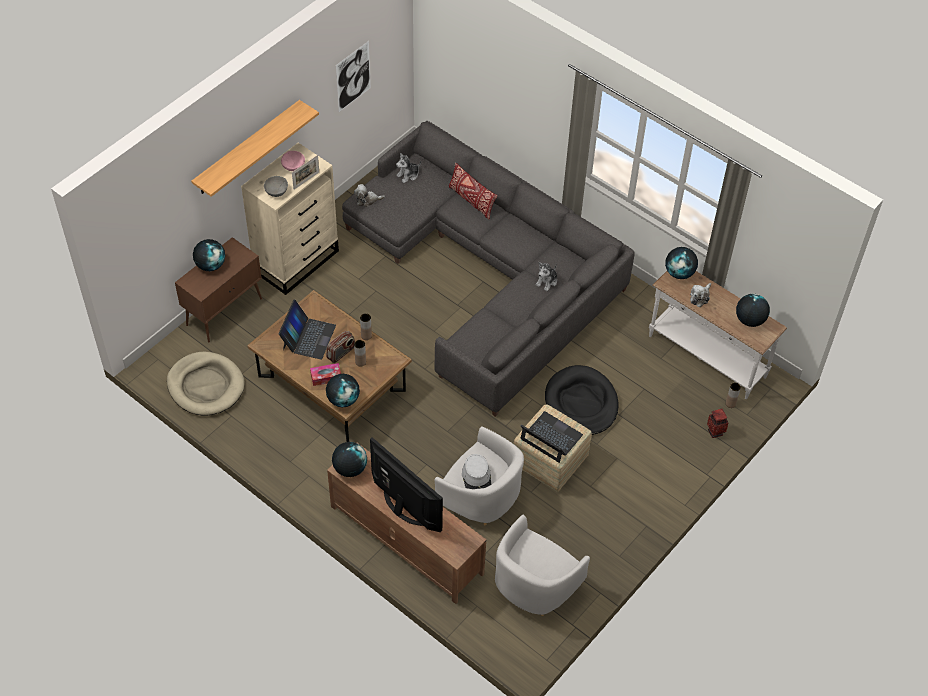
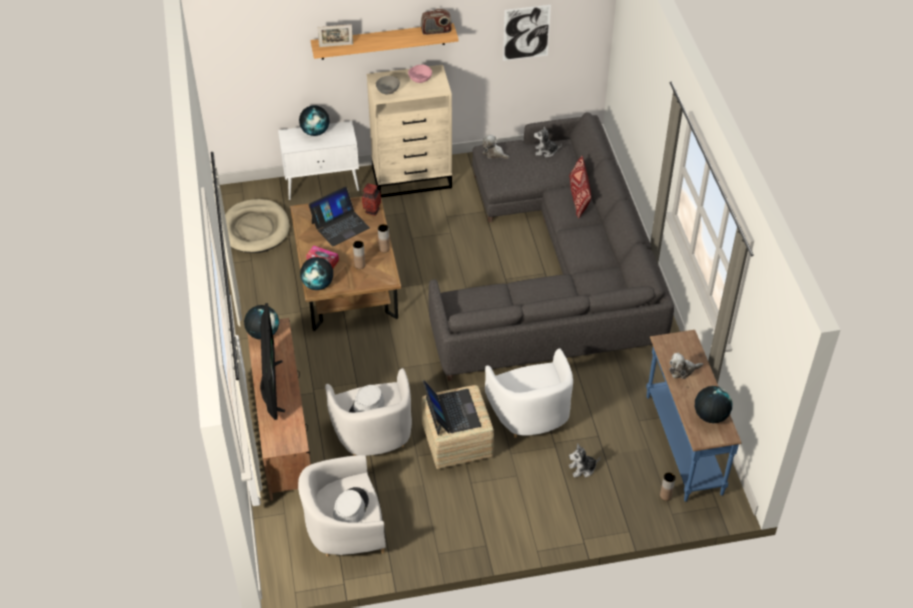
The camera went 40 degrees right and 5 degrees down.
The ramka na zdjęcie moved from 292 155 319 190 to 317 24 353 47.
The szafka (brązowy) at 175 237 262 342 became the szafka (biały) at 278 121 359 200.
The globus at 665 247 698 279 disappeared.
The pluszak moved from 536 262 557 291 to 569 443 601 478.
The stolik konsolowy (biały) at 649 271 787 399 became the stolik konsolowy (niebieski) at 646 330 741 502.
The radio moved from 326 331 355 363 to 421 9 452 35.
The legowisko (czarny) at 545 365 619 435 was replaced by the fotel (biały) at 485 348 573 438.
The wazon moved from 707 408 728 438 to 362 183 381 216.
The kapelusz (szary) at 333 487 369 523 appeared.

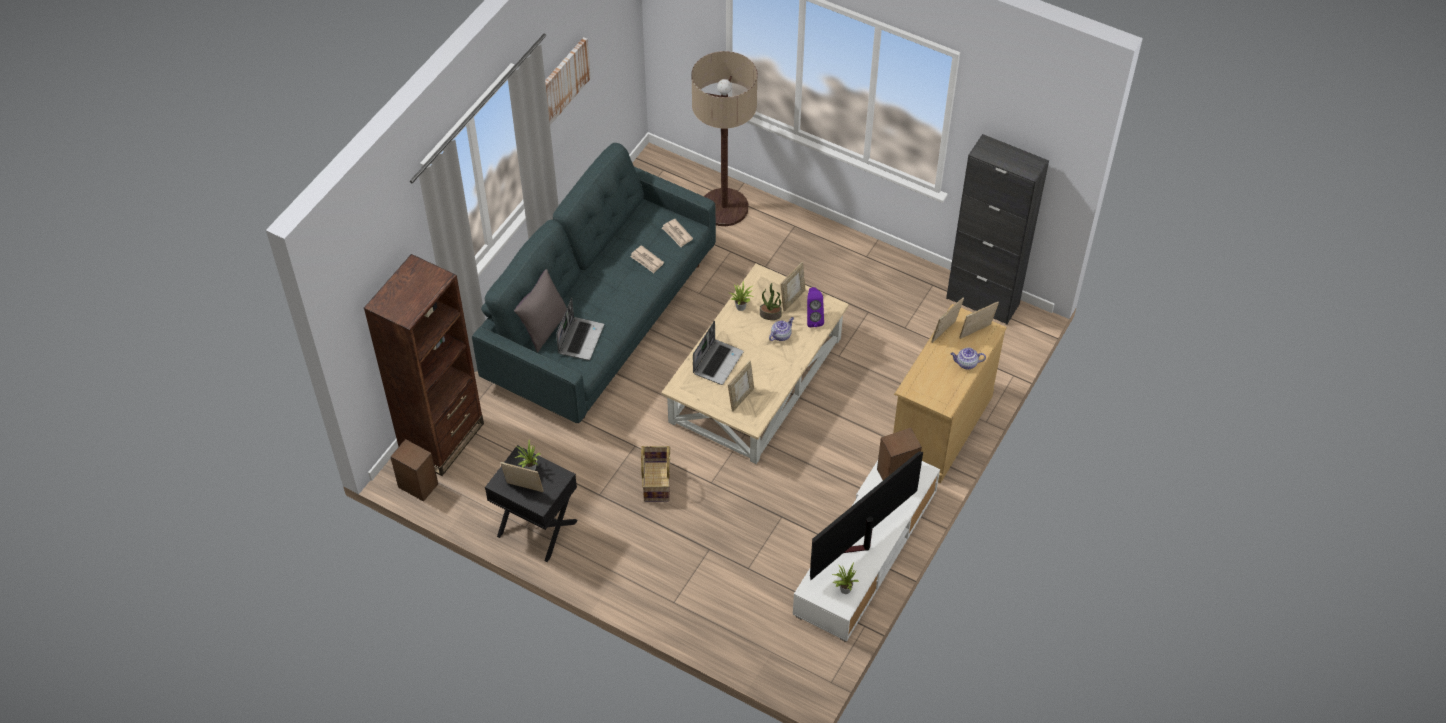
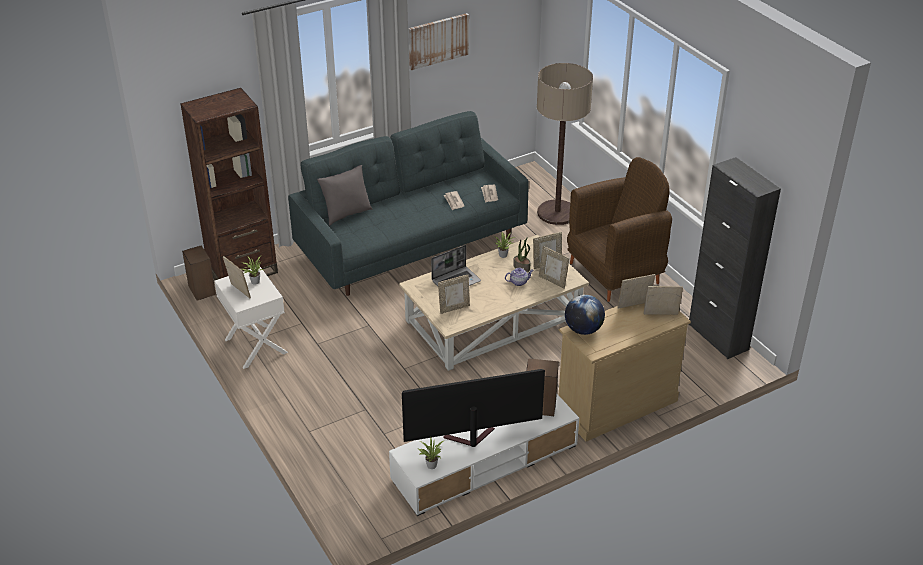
The camera went 30 degrees right and 15 degrees down.
The głośnik (fioletowy) at 807 287 824 327 was replaced by the ramka na zdjęcie at 539 246 569 289.
The laptop at 556 298 604 360 disappeared.
The imbryk at 950 347 986 369 disappeared.
The szafka nocna (czarny) at 485 445 578 562 became the szafka nocna (biały) at 214 267 288 369.
The koszyk at 641 446 670 502 disappeared.
The fotel (brązowy) at 567 157 672 302 appeared.
The globus at 565 295 605 335 appeared.

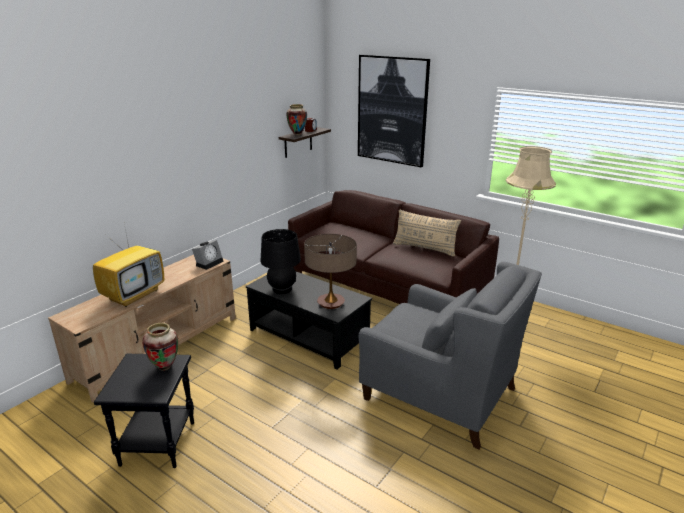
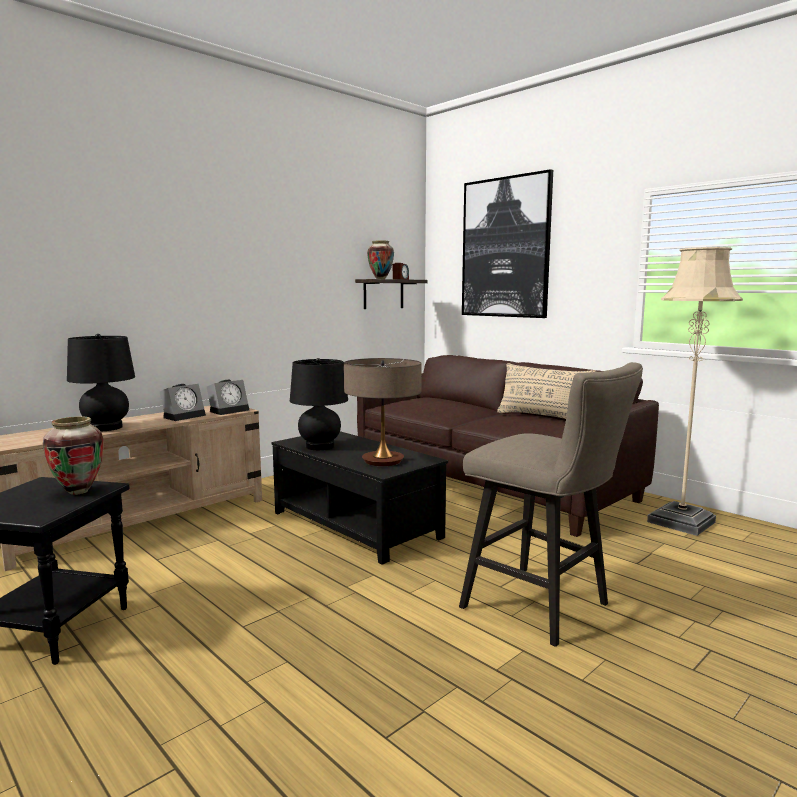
The camera went 10 degrees right and 15 degrees down.
The telewizor at 93 224 164 307 was replaced by the lampa stołowa (czarny) at 67 334 135 431.
The fotel (szary) at 359 262 542 450 was replaced by the stołek (beżowy) at 459 362 643 647.
The budzik at 160 384 206 421 appeared.

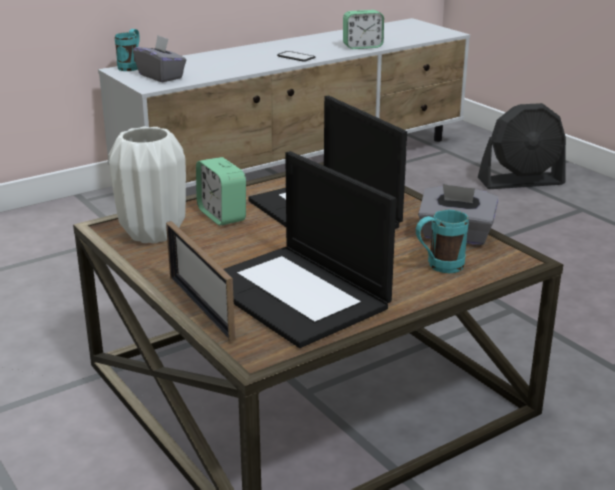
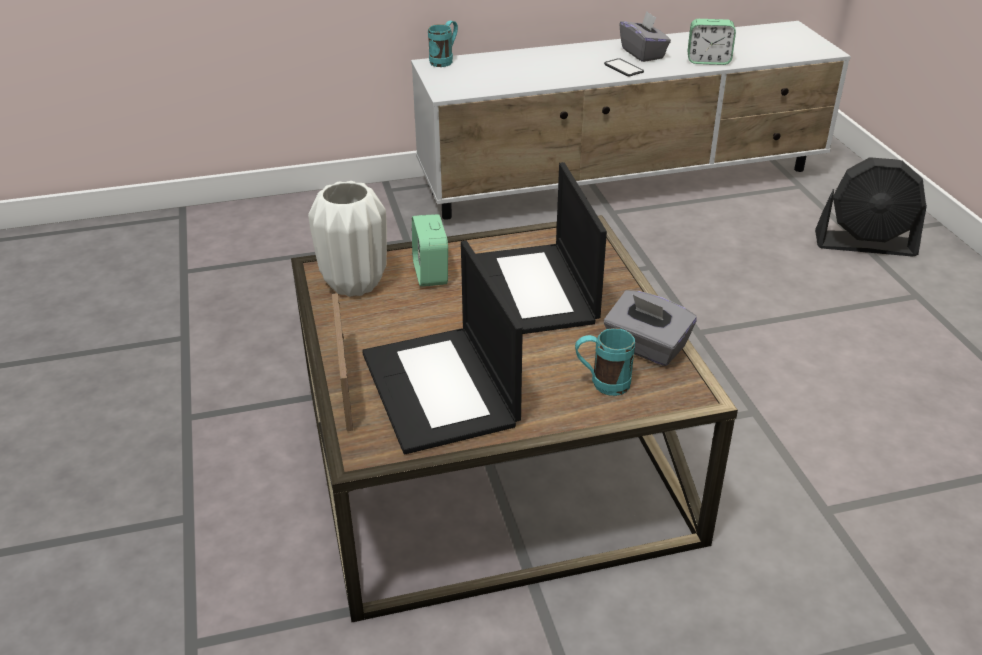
The camera went 20 degrees right and 10 degrees up.
The pudełko chusteczek (szary) moved from 133 35 187 82 to 619 11 671 62.

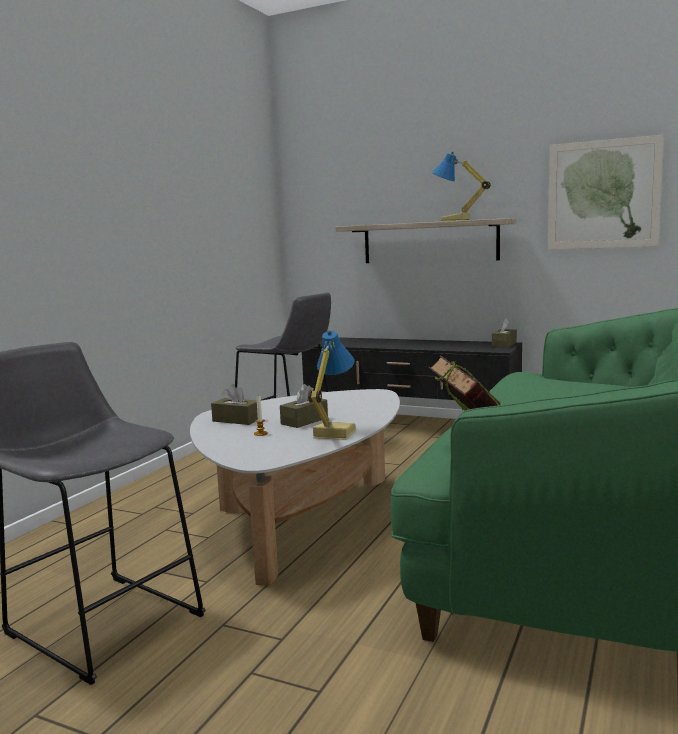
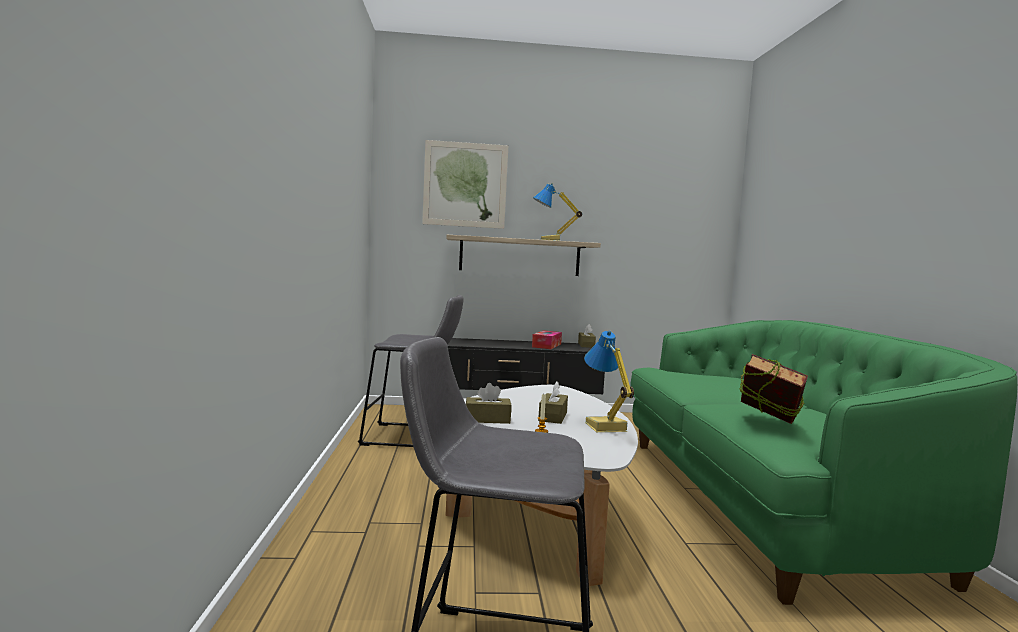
The camera went 30 degrees left and 5 degrees down.
The obraz moved from 548 135 664 250 to 422 140 508 229.
The pudełko chusteczek at 532 330 562 349 appeared.

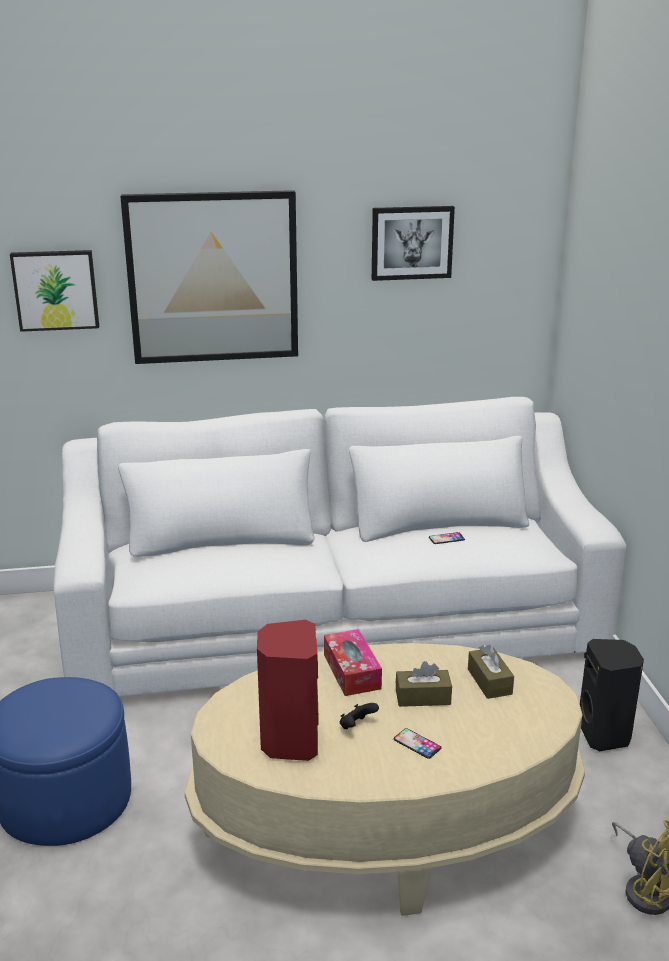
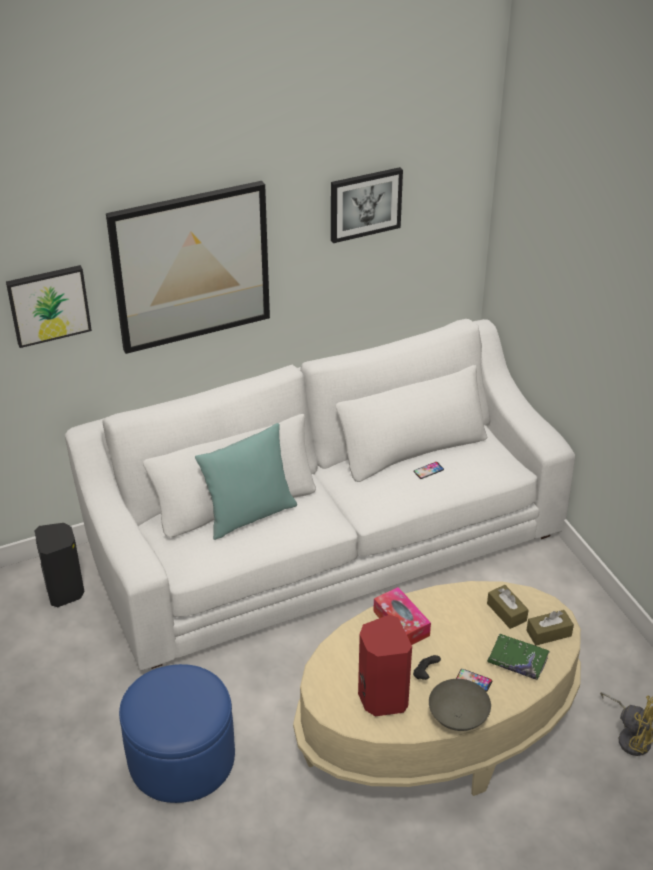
The camera went 15 degrees left and 15 degrees up.
The głośnik (czarny) moved from 580 639 644 751 to 34 523 84 607.
The pudełko chusteczek (brązowy) moved from 396 661 452 707 to 526 610 574 646.
The poduszka (turkusowy) at 195 423 297 540 appeared.
The książka (zielony) at 487 634 550 680 appeared.
The miska (szary) at 429 679 491 731 appeared.

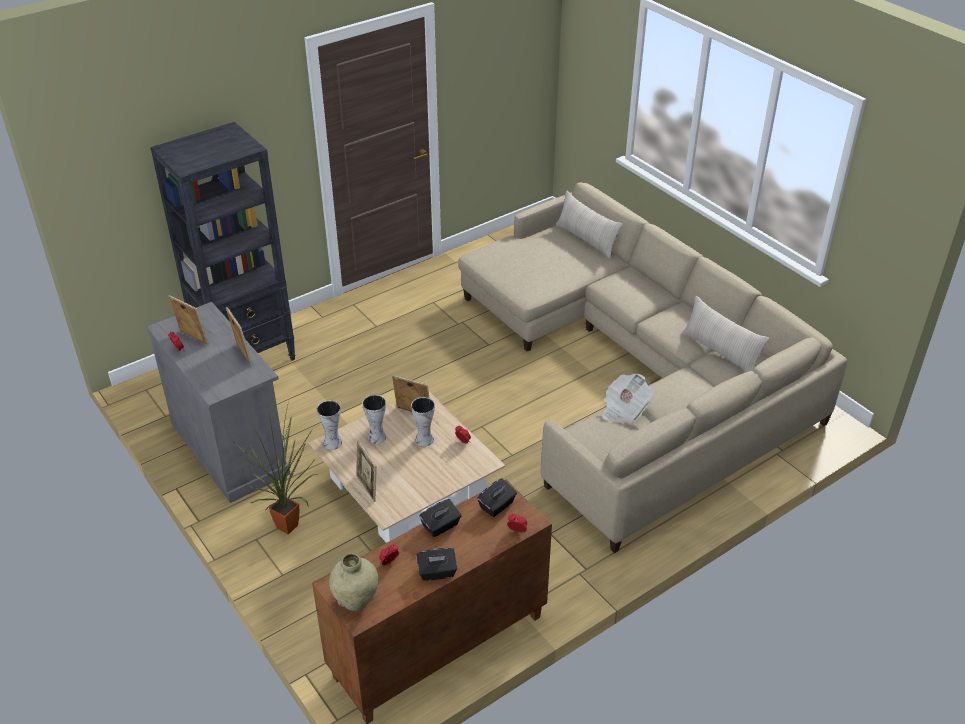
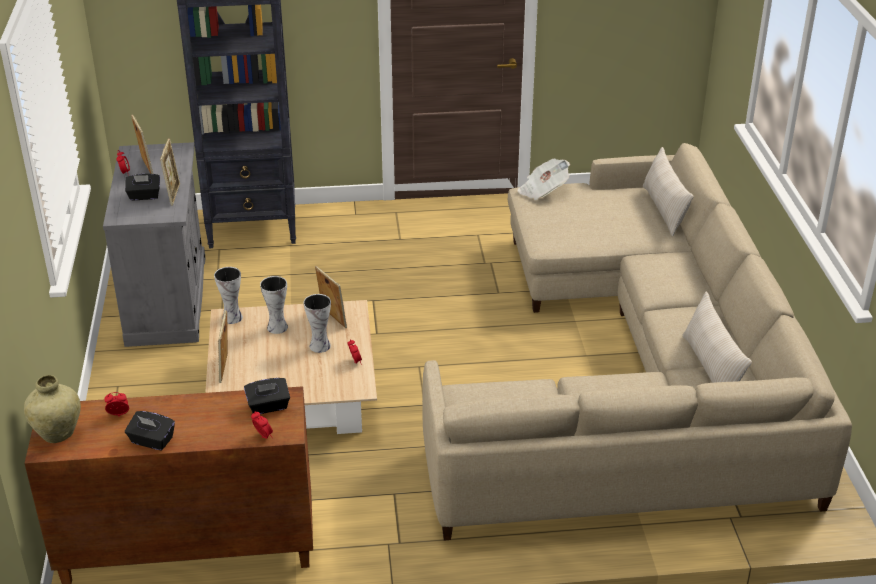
The camera went 30 degrees right and 5 degrees down.
The gazeta moved from 603 374 653 424 to 517 159 570 200.
The roślina doniczkowa at 232 402 317 534 disappeared.
The pudełko chusteczek (czarny) moved from 420 499 461 537 to 125 174 160 200.

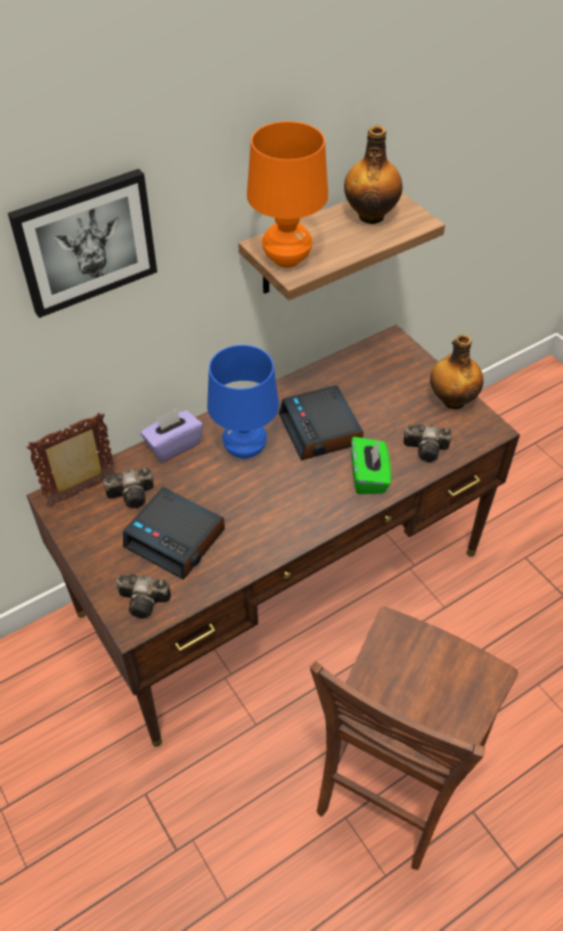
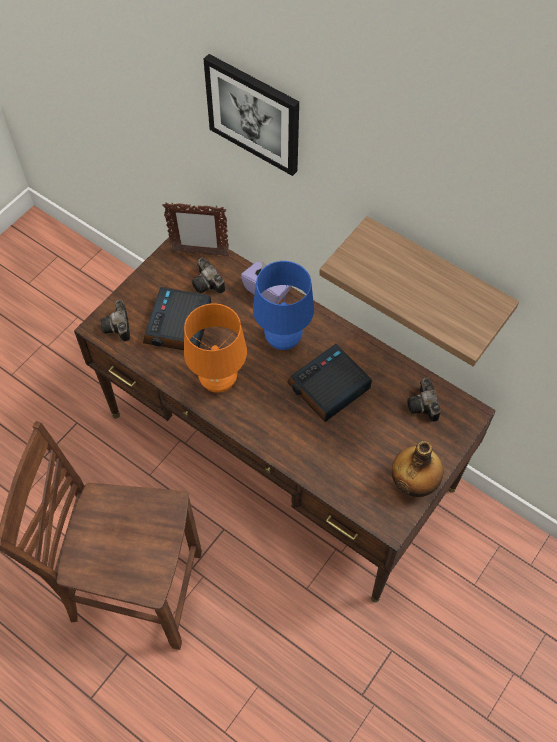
The camera went 70 degrees right and 10 degrees up.
The lampa stołowa (pomarańczowy) moved from 247 121 328 268 to 184 303 247 393.
The butelka at 344 125 403 224 disappeared.
The ramka na zdjęcie at 27 413 116 507 turned 150 degrees clockwise.
The aparat fotograficzny moved from 403 424 452 462 to 407 378 441 422.
The pudełko chusteczek (zielony) at 351 437 391 494 disappeared.

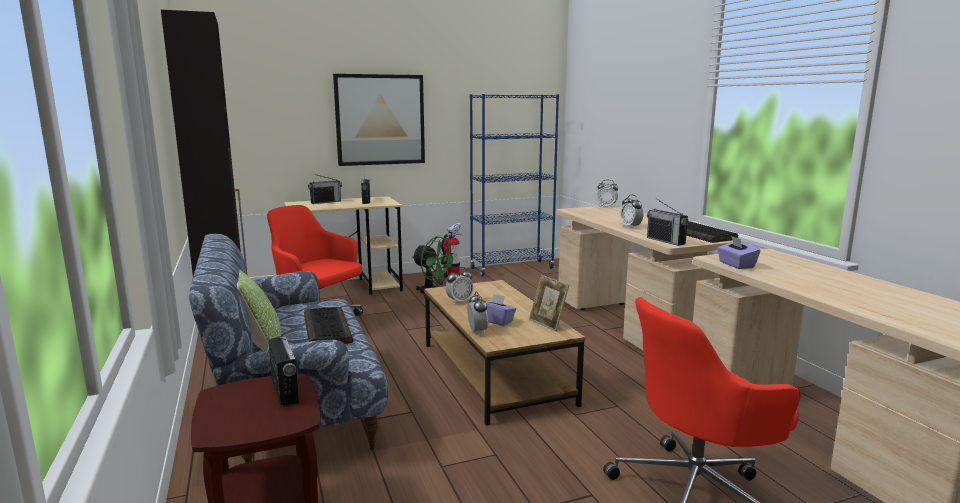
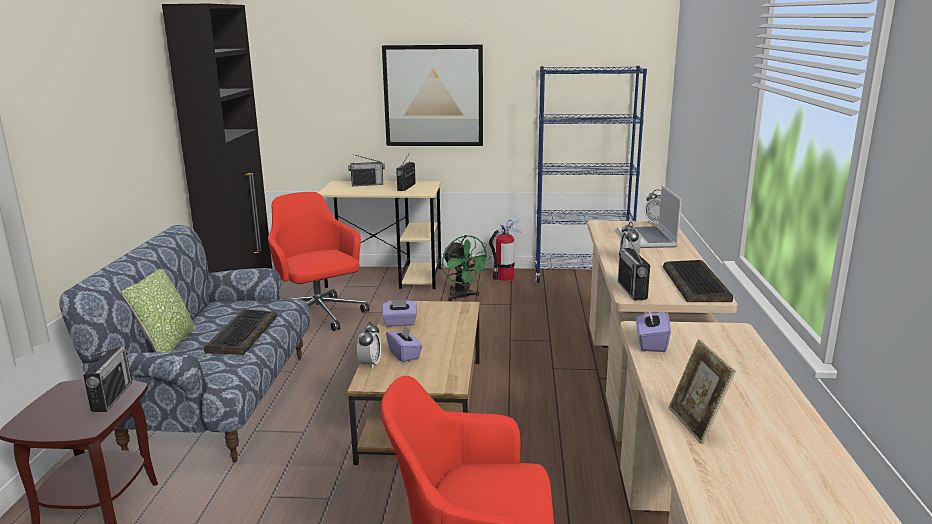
The camera went 25 degrees right and 5 degrees up.
The budzik at 446 267 473 304 was replaced by the pudełko chusteczek (fioletowy) at 382 300 417 327.
The ramka na zdjęcie moved from 529 275 569 331 to 669 339 736 444.
The laptop at 617 185 682 248 appeared.

